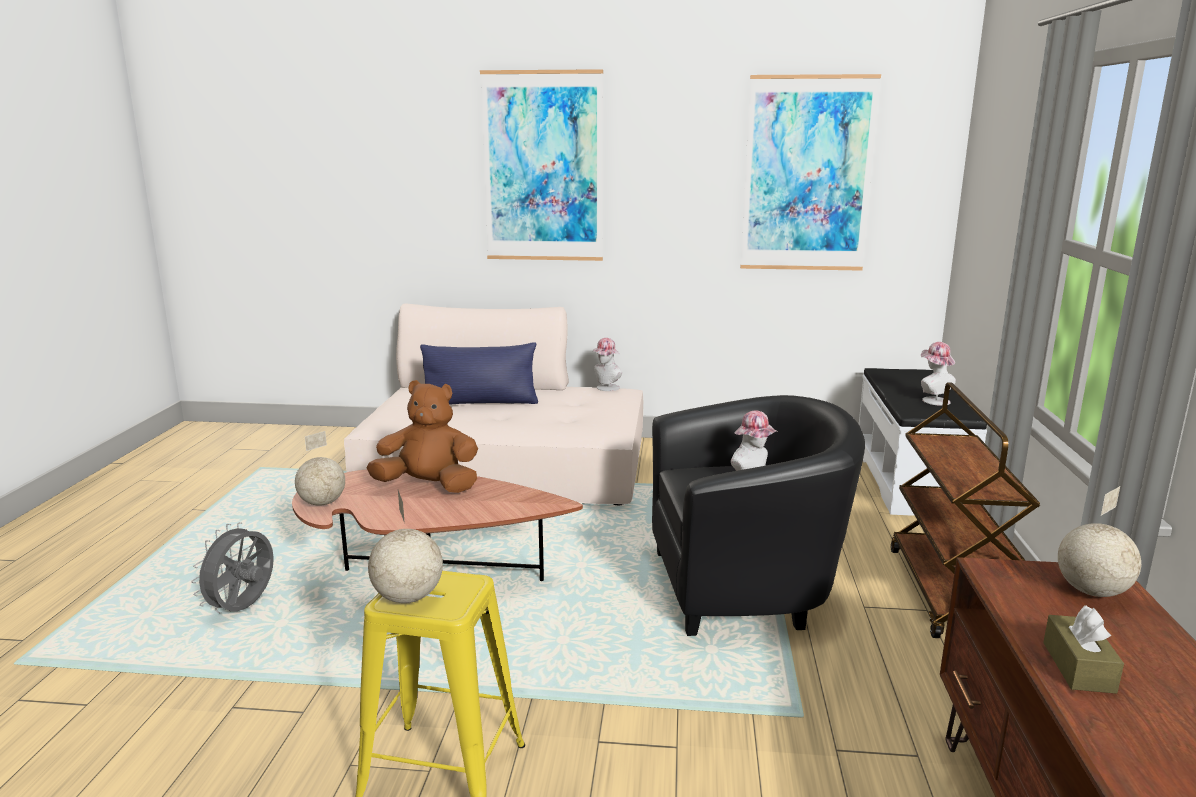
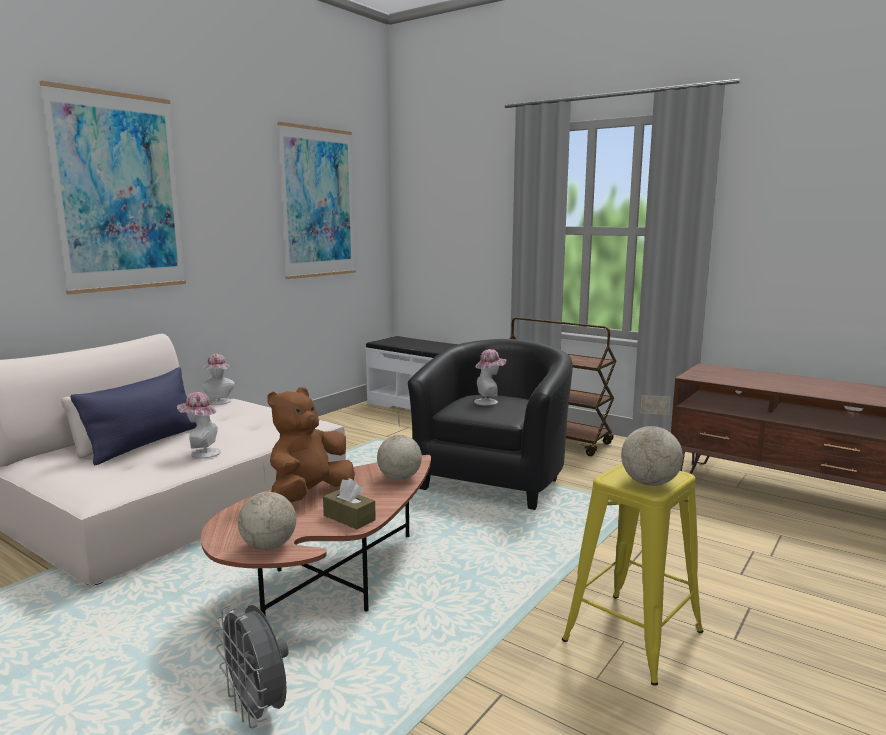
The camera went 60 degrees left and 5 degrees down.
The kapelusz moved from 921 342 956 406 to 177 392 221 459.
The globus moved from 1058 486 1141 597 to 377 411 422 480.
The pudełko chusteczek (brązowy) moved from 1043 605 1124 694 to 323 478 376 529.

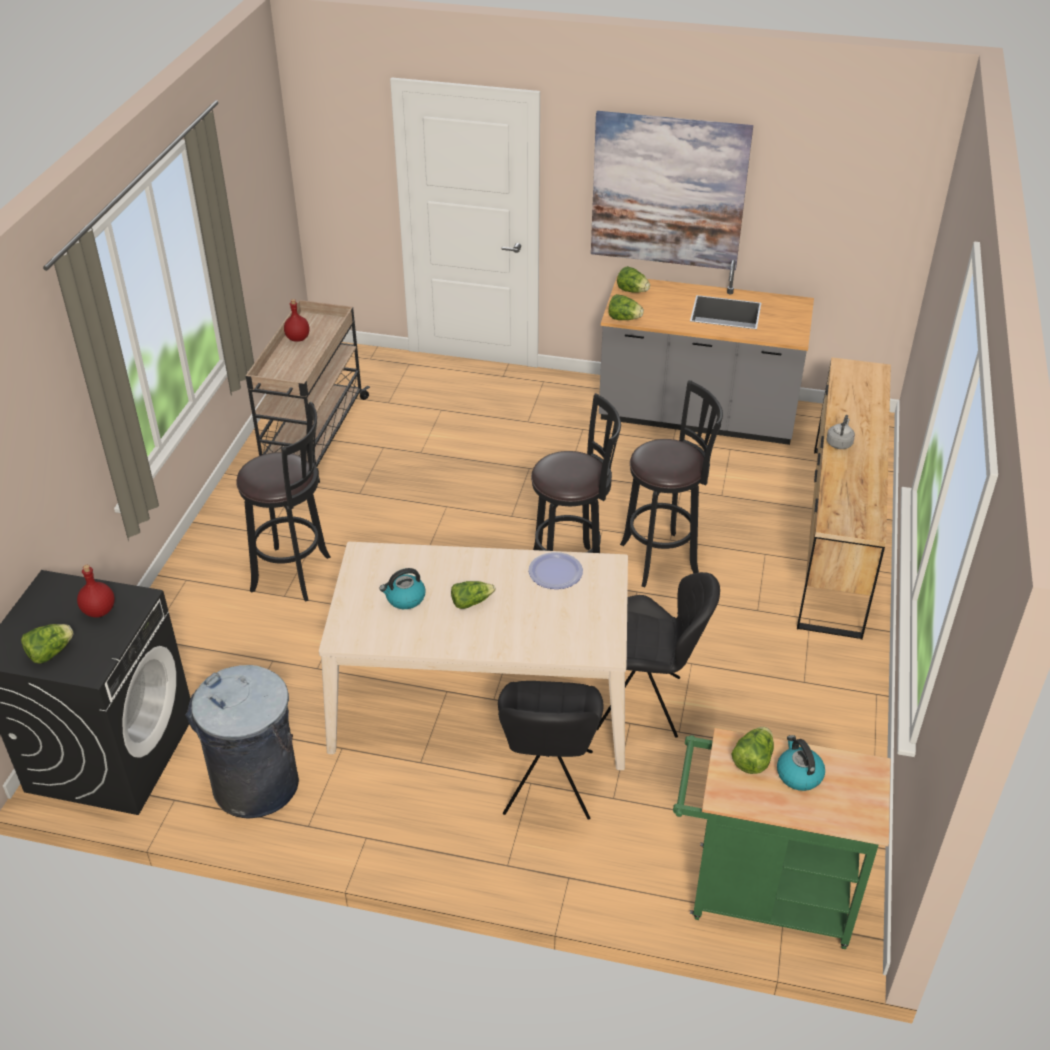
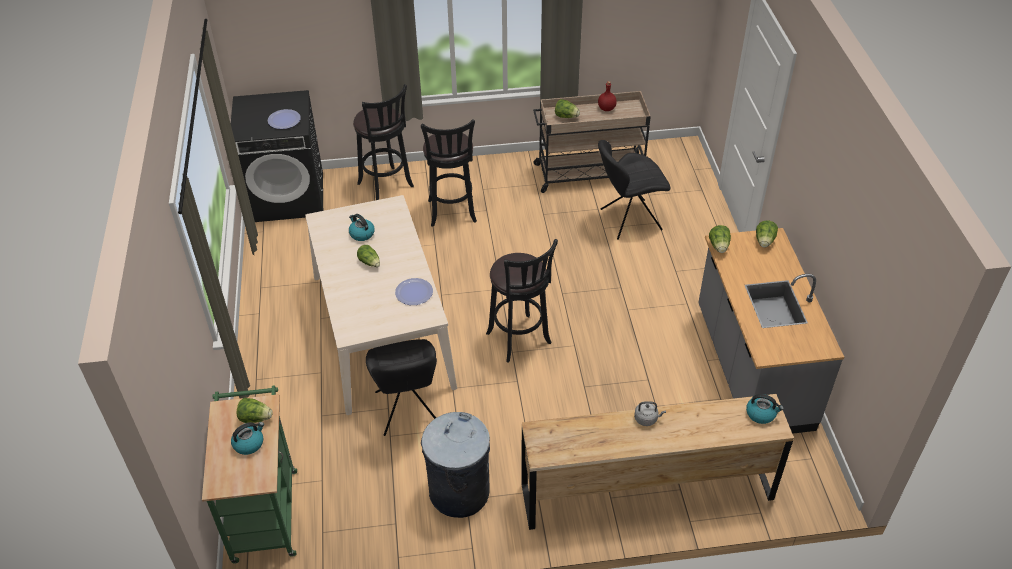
The camera went 70 degrees right and 5 degrees up.
The obraz at 591 111 753 270 disappeared.
The stołek (czarny) moved from 620 380 723 587 to 353 84 414 200.
The butelka (czerwony) at 77 565 115 618 was replaced by the talerz at 268 109 301 129.
The sałata moved from 21 624 74 664 to 555 99 580 118.
The kosz na śmieci (szary) moved from 185 665 299 818 to 421 412 490 518.
The krzesło (czarny) moved from 498 681 604 820 to 598 140 671 240.
The czajnik at 746 394 784 424 appeared.

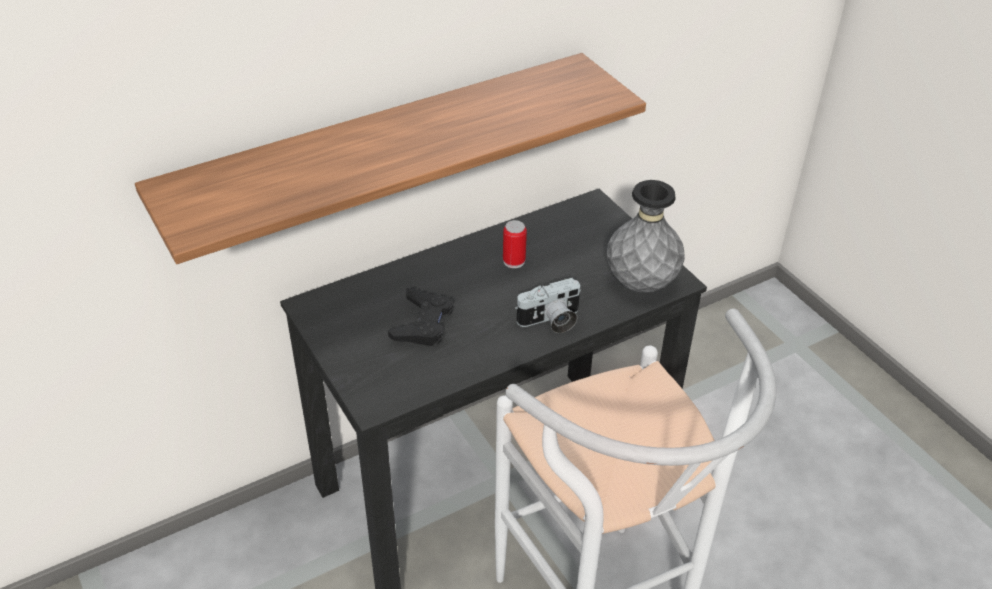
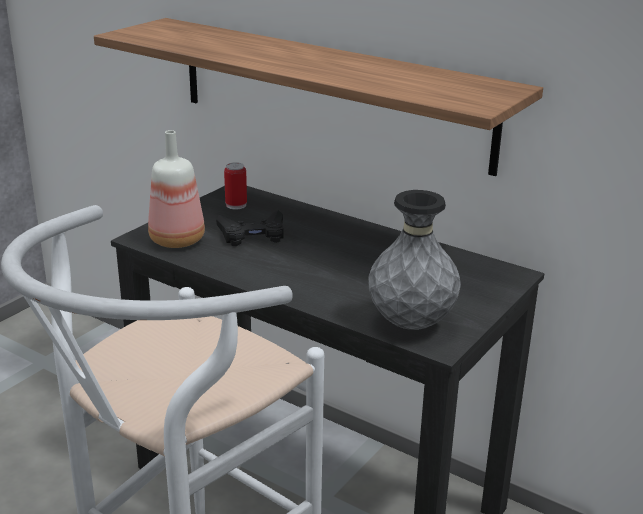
The camera went 65 degrees right and 15 degrees down.
The puszka moved from 503 220 527 268 to 224 162 247 209.
The aparat fotograficzny at 515 278 581 333 disappeared.
The butelka at 148 130 205 248 appeared.

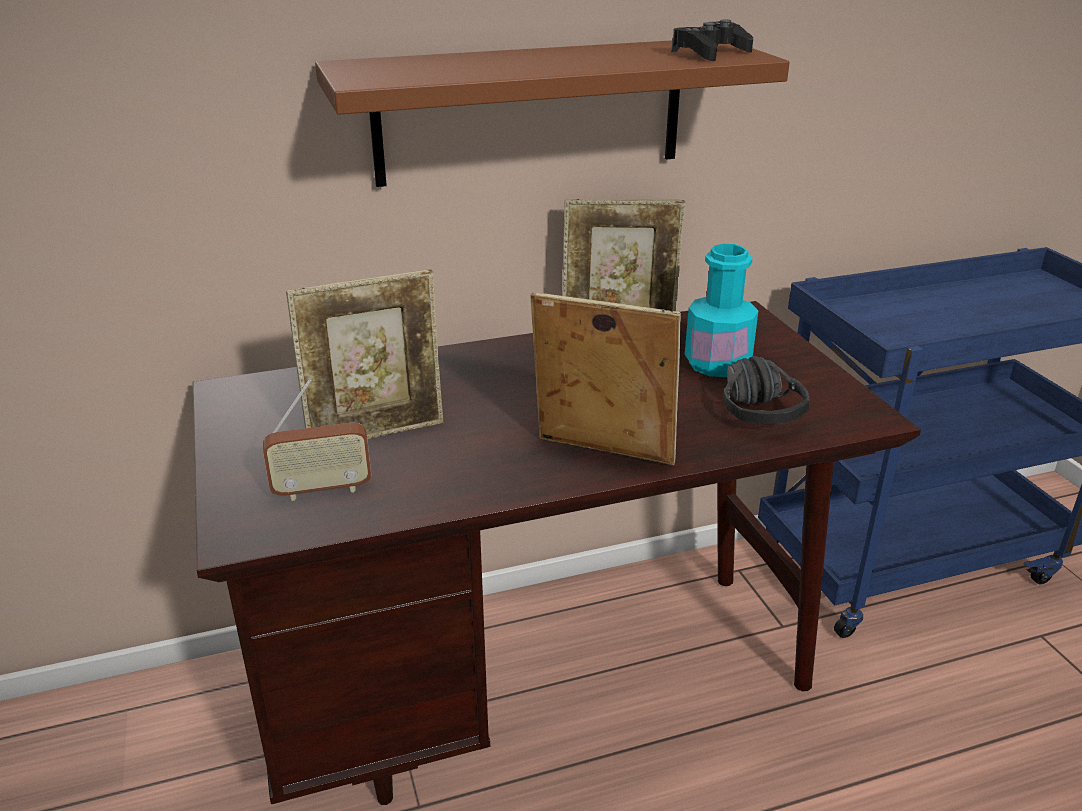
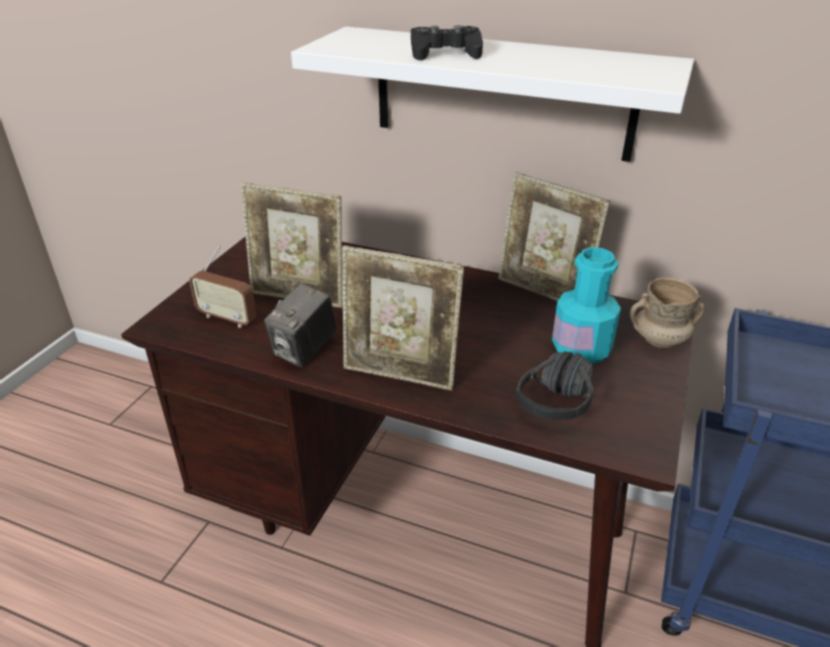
The camera went 40 degrees right and 5 degrees up.
The pad do gier (czarny) moved from 671 19 753 61 to 411 25 483 60.
The półka (brązowy) at 315 40 790 187 became the półka (biały) at 291 27 694 162.
The ramka na zdjęcie at 530 292 681 465 turned 135 degrees clockwise.
The kubek (beżowy) at 630 278 705 348 appeared.
The aparat fotograficzny at 264 283 337 367 appeared.

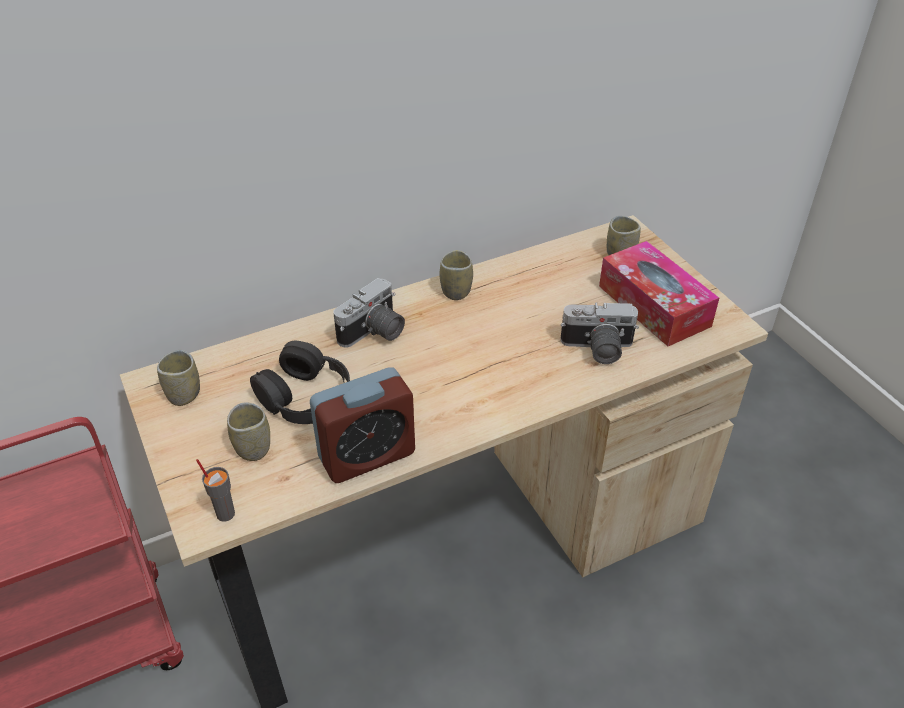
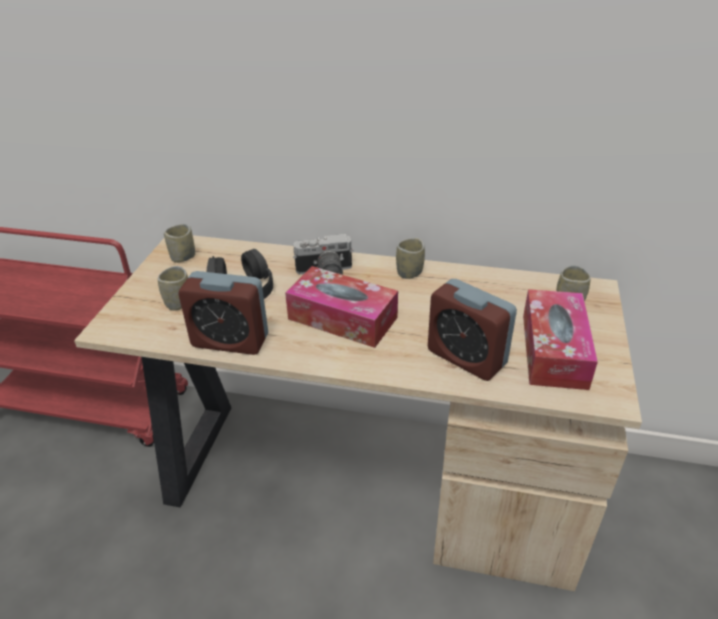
The camera went 40 degrees right and 5 degrees down.
The aparat fotograficzny at 560 302 639 364 was replaced by the budzik at 428 279 517 381.
The filiżanka (szary) at 196 459 235 522 disappeared.
The pudełko chusteczek at 285 266 398 348 appeared.

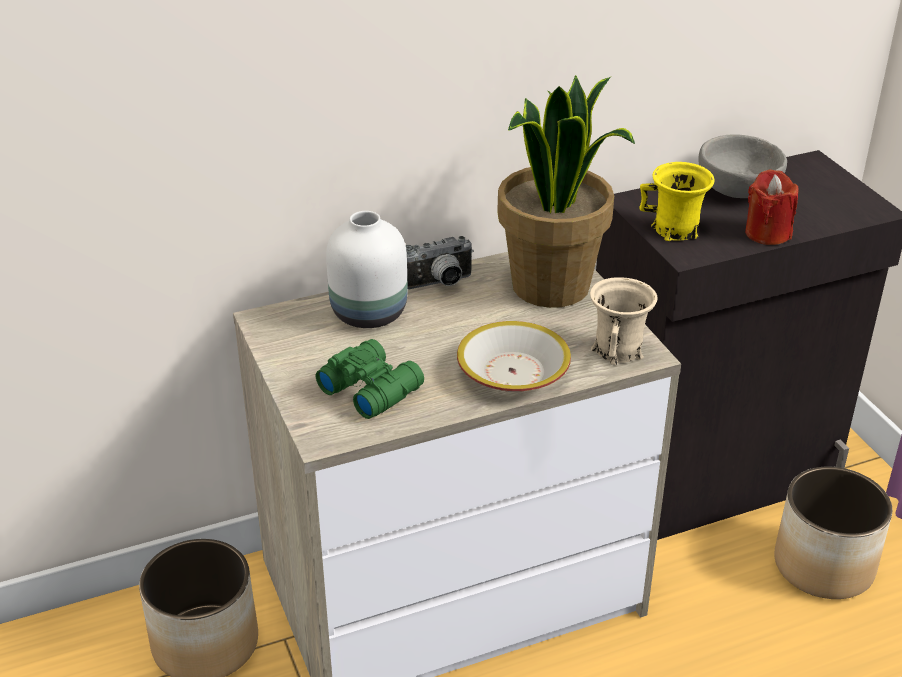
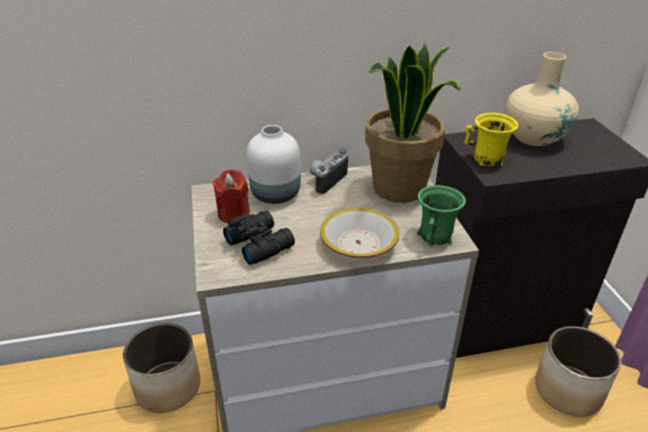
The camera went 10 degrees right and 0 degrees up.
The miska (szary) at 698 134 787 198 was replaced by the wazon (beżowy) at 505 52 579 146.
The świeca (czerwony) moved from 745 169 798 245 to 213 169 250 223.
The aparat fotograficzny at 406 236 474 289 turned 135 degrees clockwise.
The kubek (beżowy) at 590 277 658 365 became the kubek (zielony) at 417 185 466 246.
The lornetka (zielony) at 316 339 424 419 became the lornetka (czarny) at 223 211 295 265.

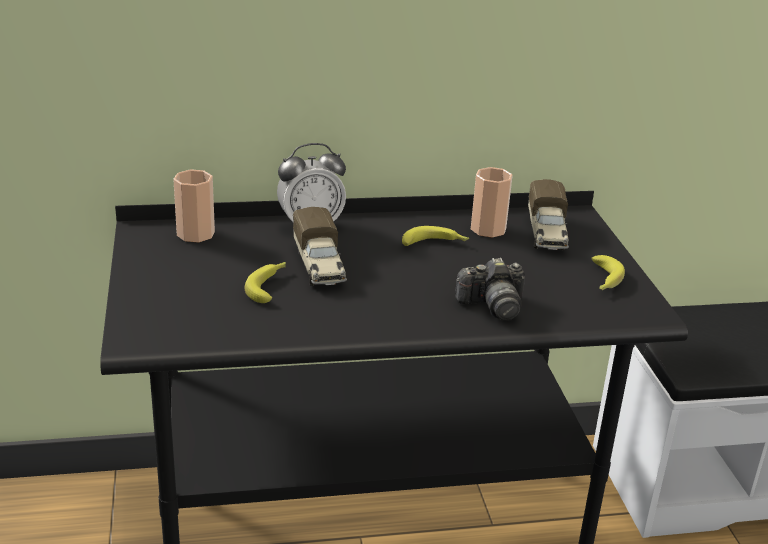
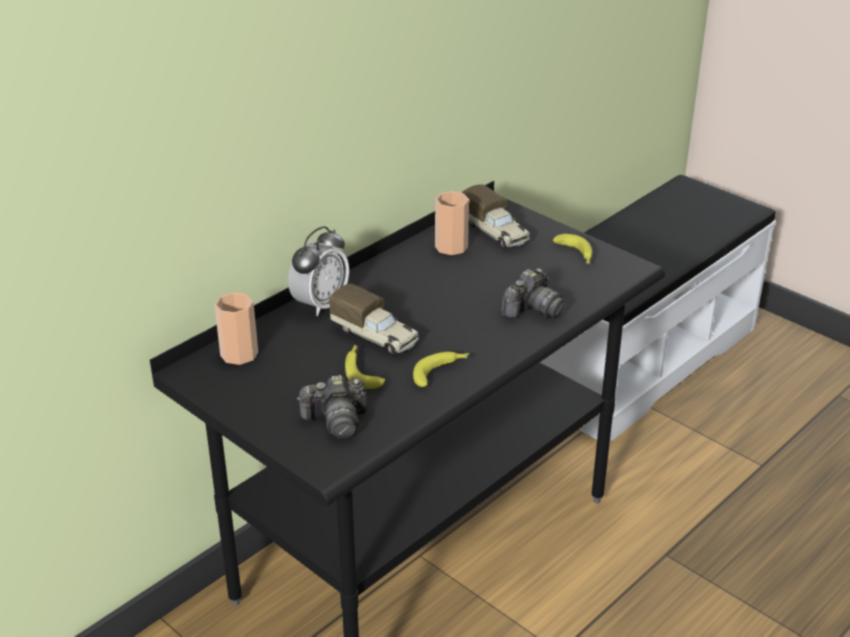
The camera went 35 degrees left and 5 degrees up.
The banan moved from 402 226 469 246 to 413 352 469 387.
The aparat fotograficzny at 297 375 367 439 appeared.

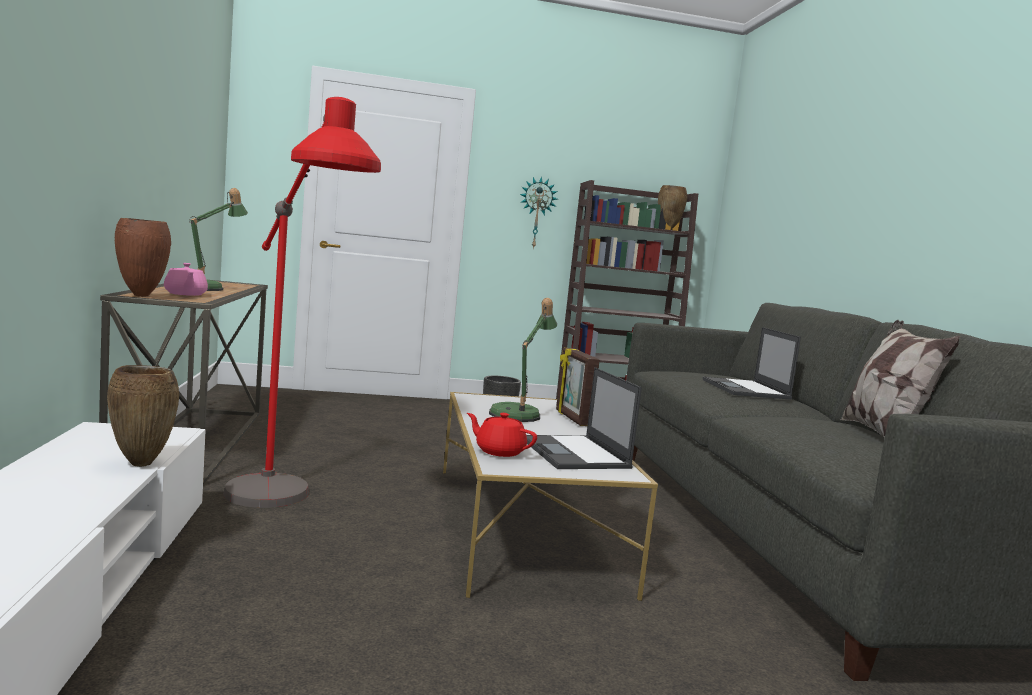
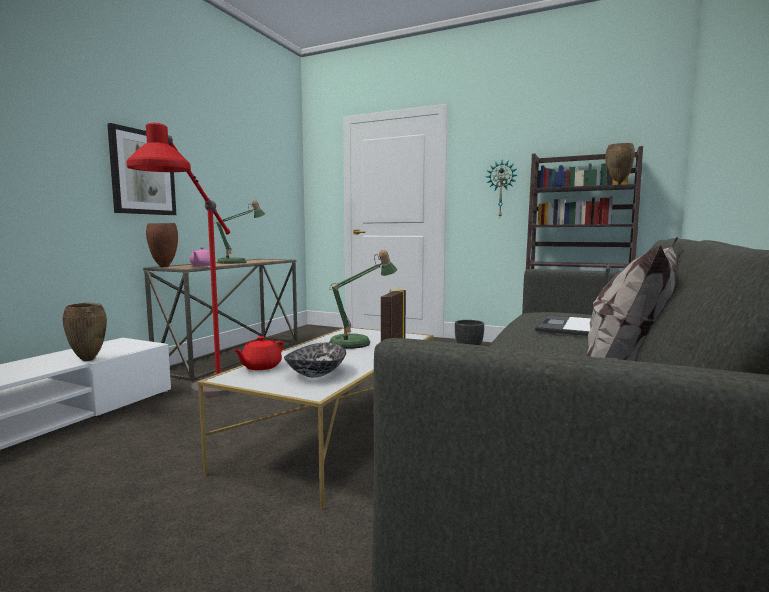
The camera went 35 degrees right and 0 degrees up.
The laptop at 526 367 642 469 was replaced by the miska at 284 343 346 377.
The imbryk (czerwony) at 467 413 537 457 turned 120 degrees counterclockwise.
The obraz at 107 123 176 215 appeared.

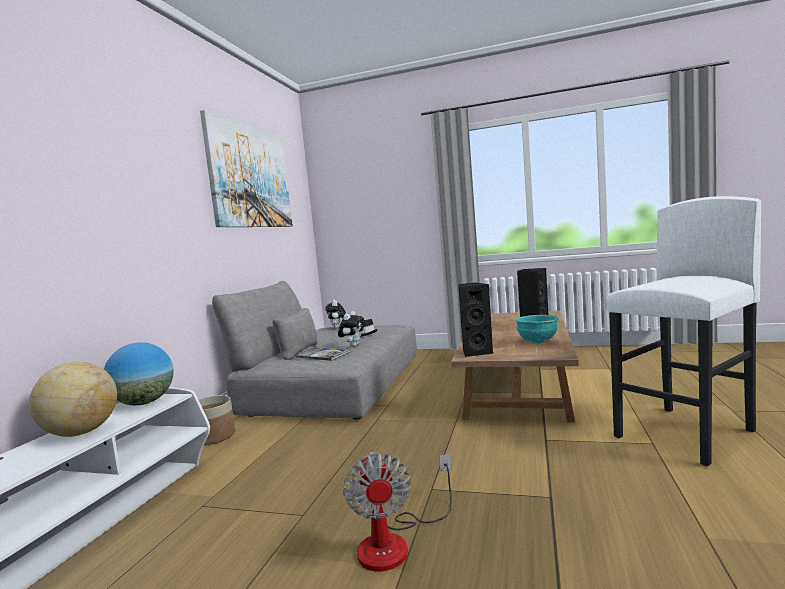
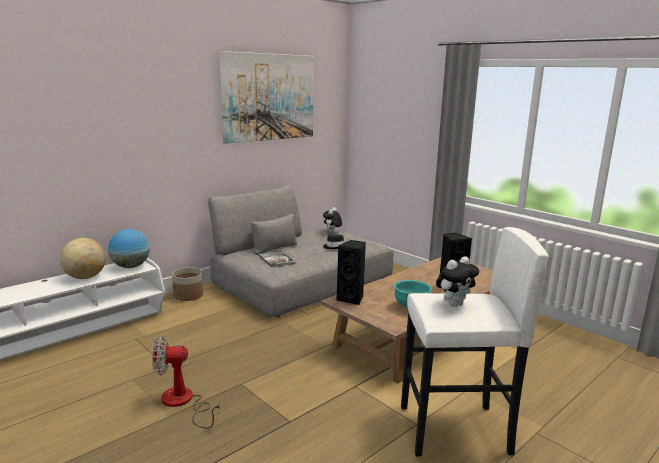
The camera went 30 degrees right and 10 degrees up.
The pluszak moved from 338 311 364 347 to 436 256 479 307.
The wentylator at 343 452 452 572 turned 60 degrees clockwise.

